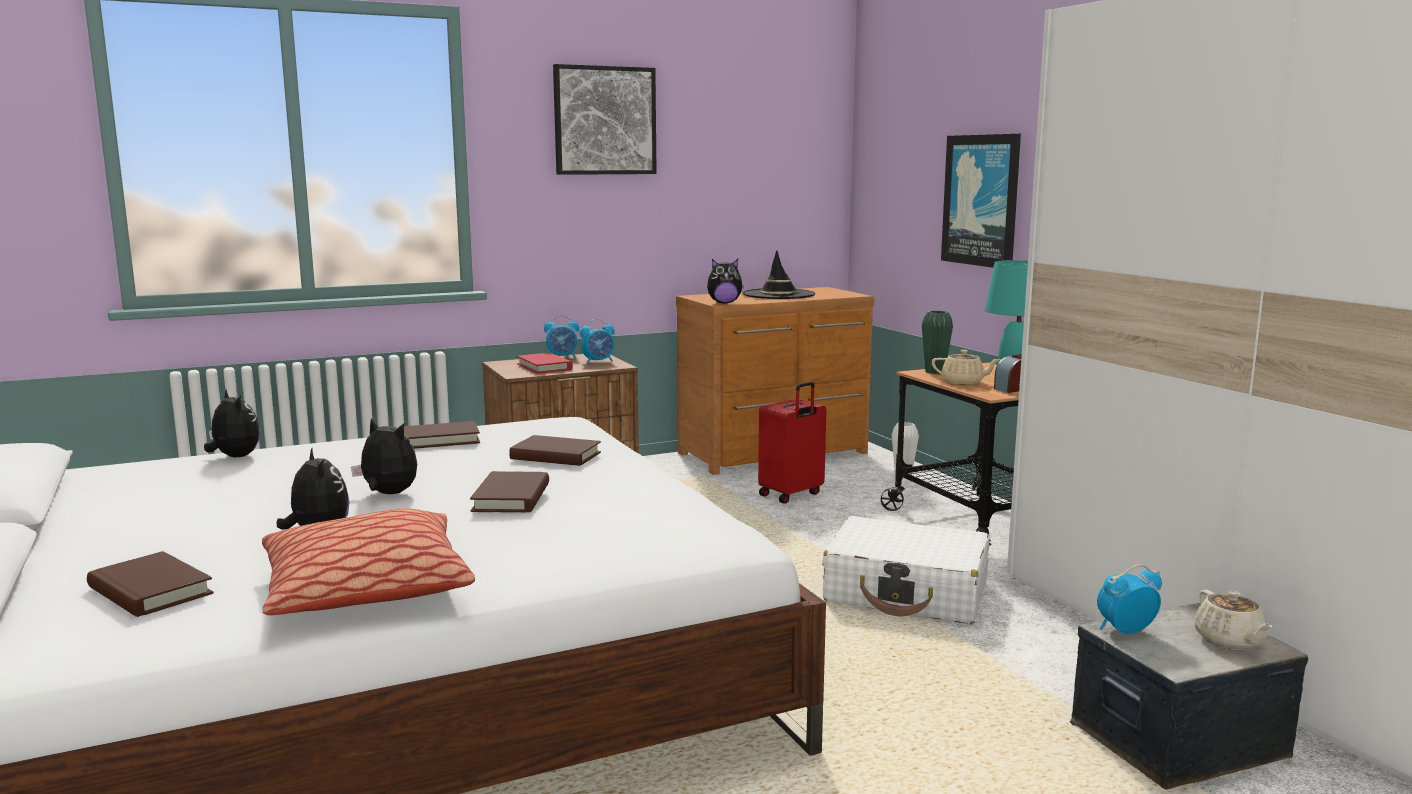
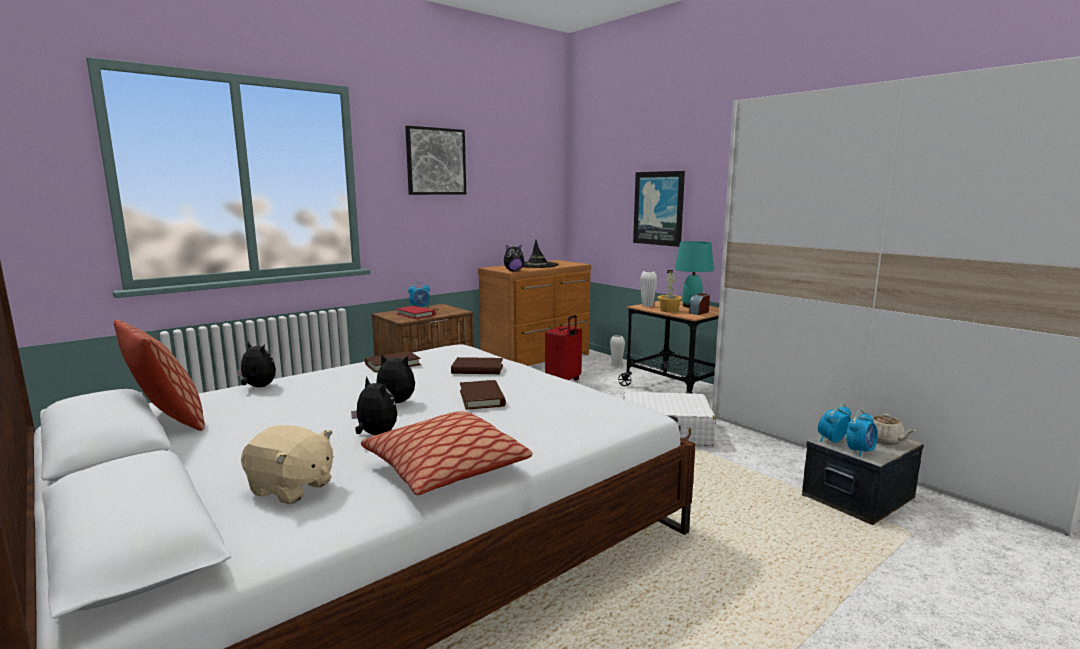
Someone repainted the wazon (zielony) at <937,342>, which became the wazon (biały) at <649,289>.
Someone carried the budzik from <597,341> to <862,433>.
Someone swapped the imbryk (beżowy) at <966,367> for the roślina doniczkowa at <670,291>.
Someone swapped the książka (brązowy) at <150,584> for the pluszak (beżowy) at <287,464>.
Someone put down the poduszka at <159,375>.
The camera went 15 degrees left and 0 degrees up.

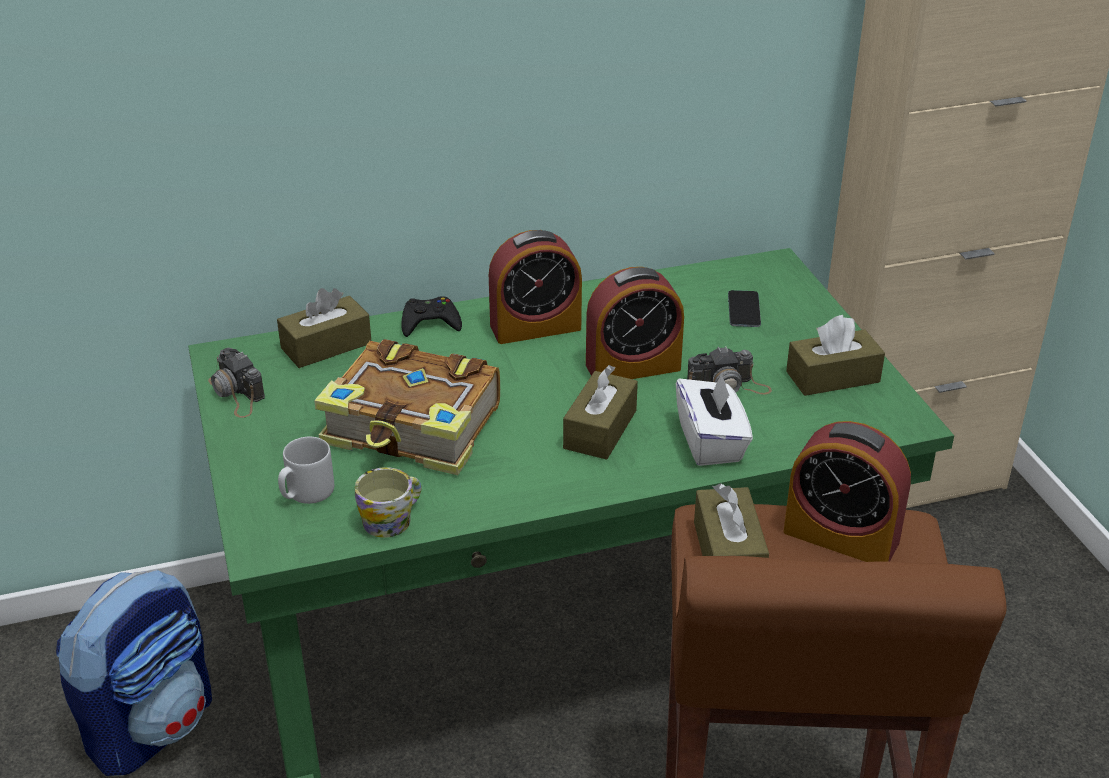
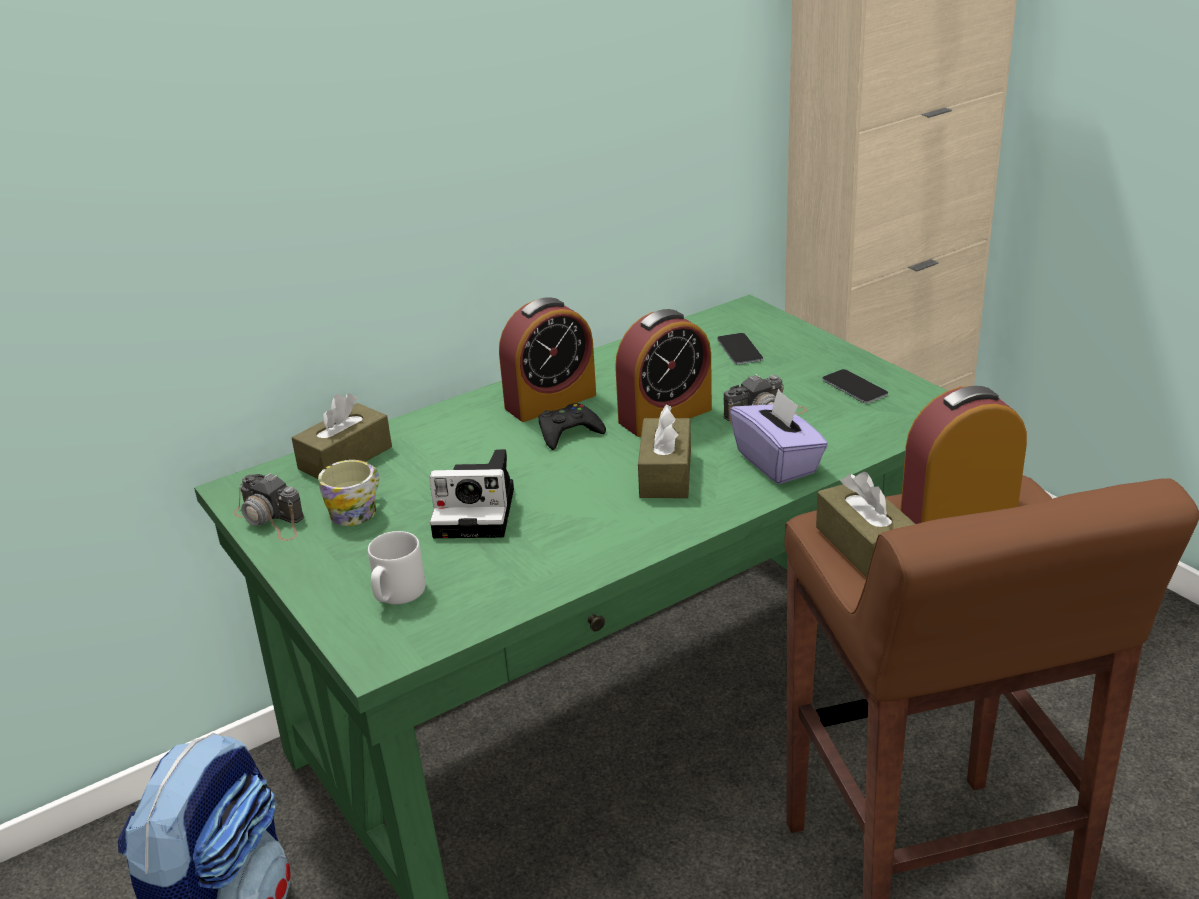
Someone carried the pad do gier (czarny) from <431,316> to <572,426>.
Someone swapped the pudełko chusteczek (brązowy) at <835,355> for the telefon at <855,386>.
Someone swapped the książka at <407,407> for the aparat fotograficzny at <471,493>.
Someone repainted the pudełko chusteczek (biały) at <714,419>, which became the pudełko chusteczek (fioletowy) at <779,436>.
Someone rotated the budzik at <847,491> by 150 degrees clockwise.
Someone carried the kubek from <388,502> to <348,493>.
The camera went 15 degrees left and 5 degrees down.

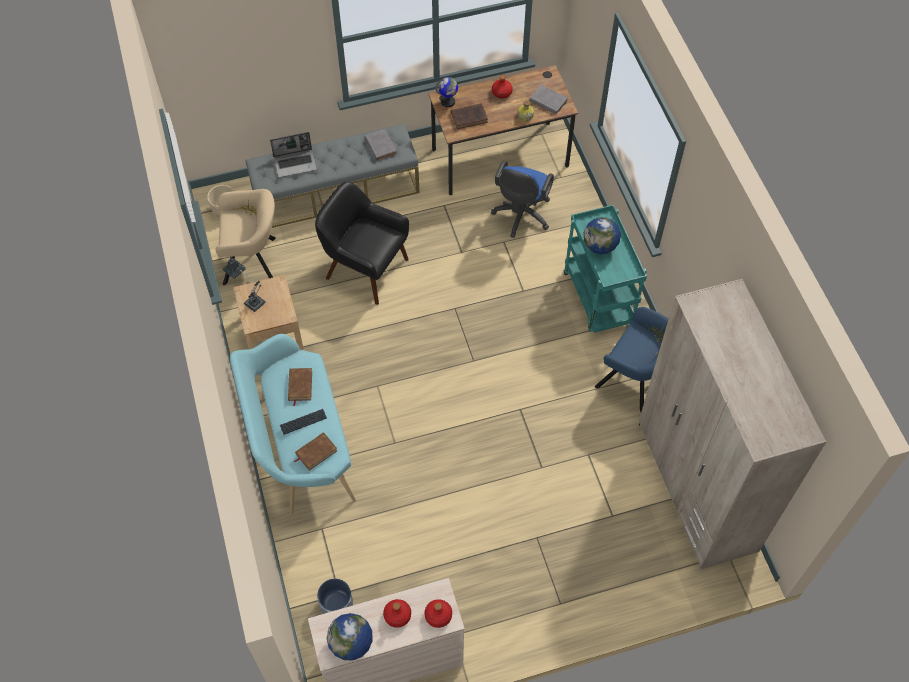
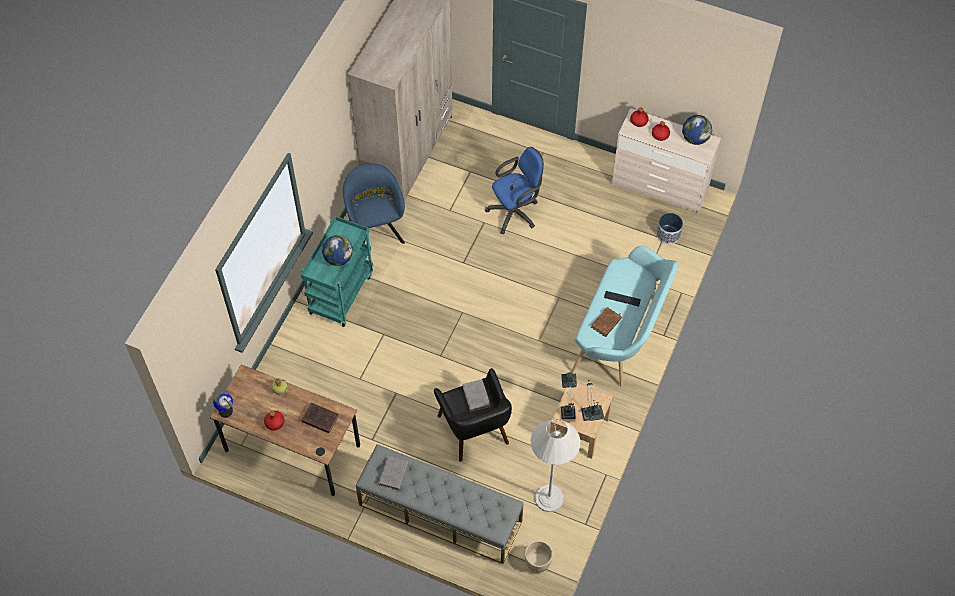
Someone carried the globus from <446,92> to <223,404>.
Someone carried the książka (szary) from <548,99> to <476,395>.
Someone took away the laptop at <293,155>.
Someone carried the krzesło biurowe (niebieski) from <522,199> to <514,190>.
Someone swapped the fotel (beżowy) at <245,237> for the lampa stojąca (biały) at <555,465>.
Someone took away the książka (brązowy) at <315,451>.
Someone put down the lampa stołowa at <569,396>.
The camera went 140 degrees left and 0 degrees up.

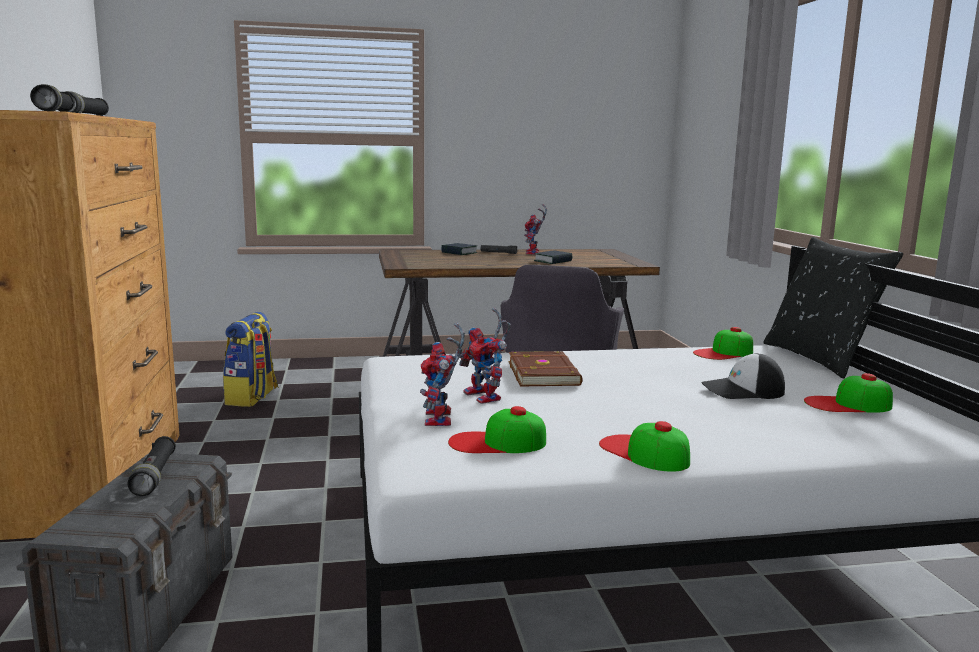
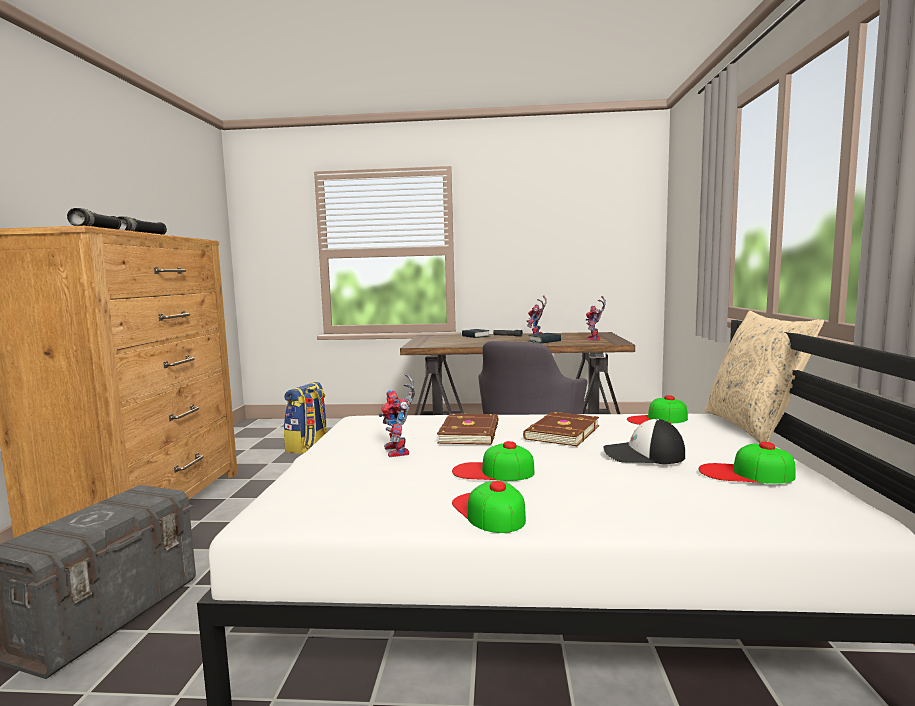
Someone repainted the poduszka (czarny) at <833,308>, which became the poduszka (beżowy) at <764,377>.
Someone carried the robot zabawkowy from <442,374> to <596,318>.
Someone carried the czapka z daszkiem from <497,429> to <493,461>.
Someone took away the latarka (czarny) at <152,466>.
Someone put down the książka (brązowy) at <561,429>.
The camera went 15 degrees right and 5 degrees down.

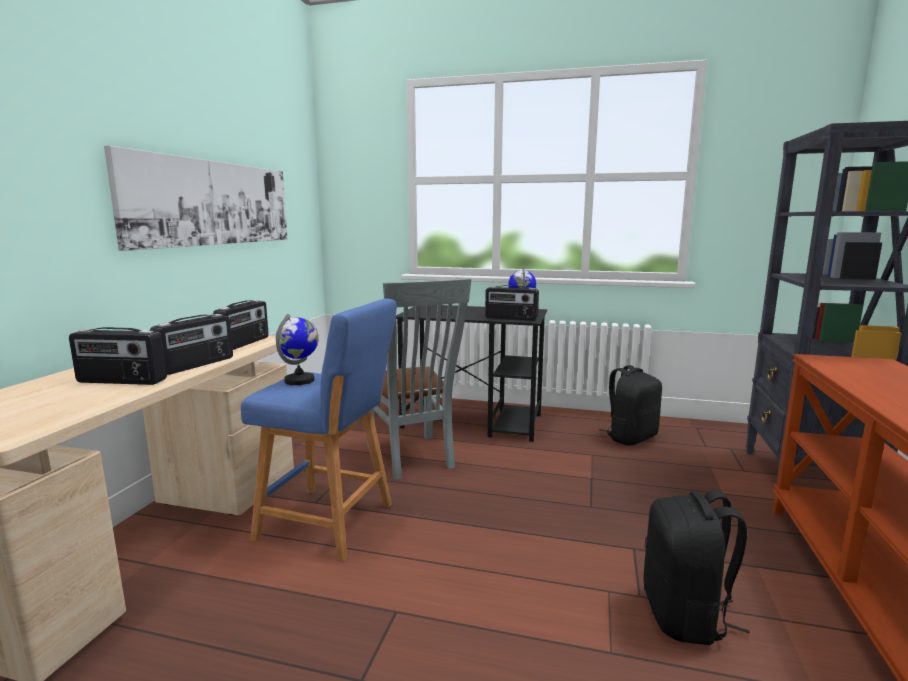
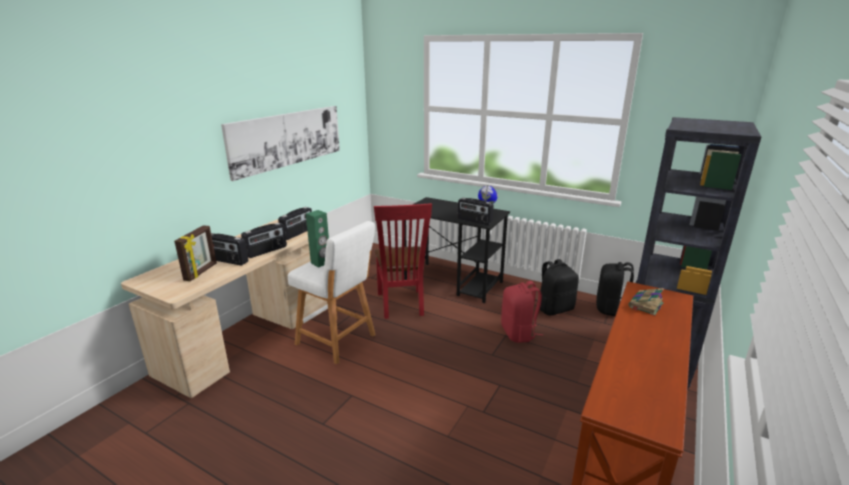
Someone repainted the krzesło (szary) at <419,379>, which became the krzesło (czerwony) at <403,261>.
Someone repainted the stołek (niebieski) at <319,430>, which became the stołek (biały) at <332,292>.
Someone swapped the globus at <297,349> for the głośnik (zielony) at <317,238>.
Someone carried the plecak (czarny) from <696,567> to <615,289>.
Someone put down the ramka na zdjęcie at <195,253>.
Someone put down the plecak (czerwony) at <522,312>.
Someone put down the książka at <646,301>.
The camera went 15 degrees right and 10 degrees up.

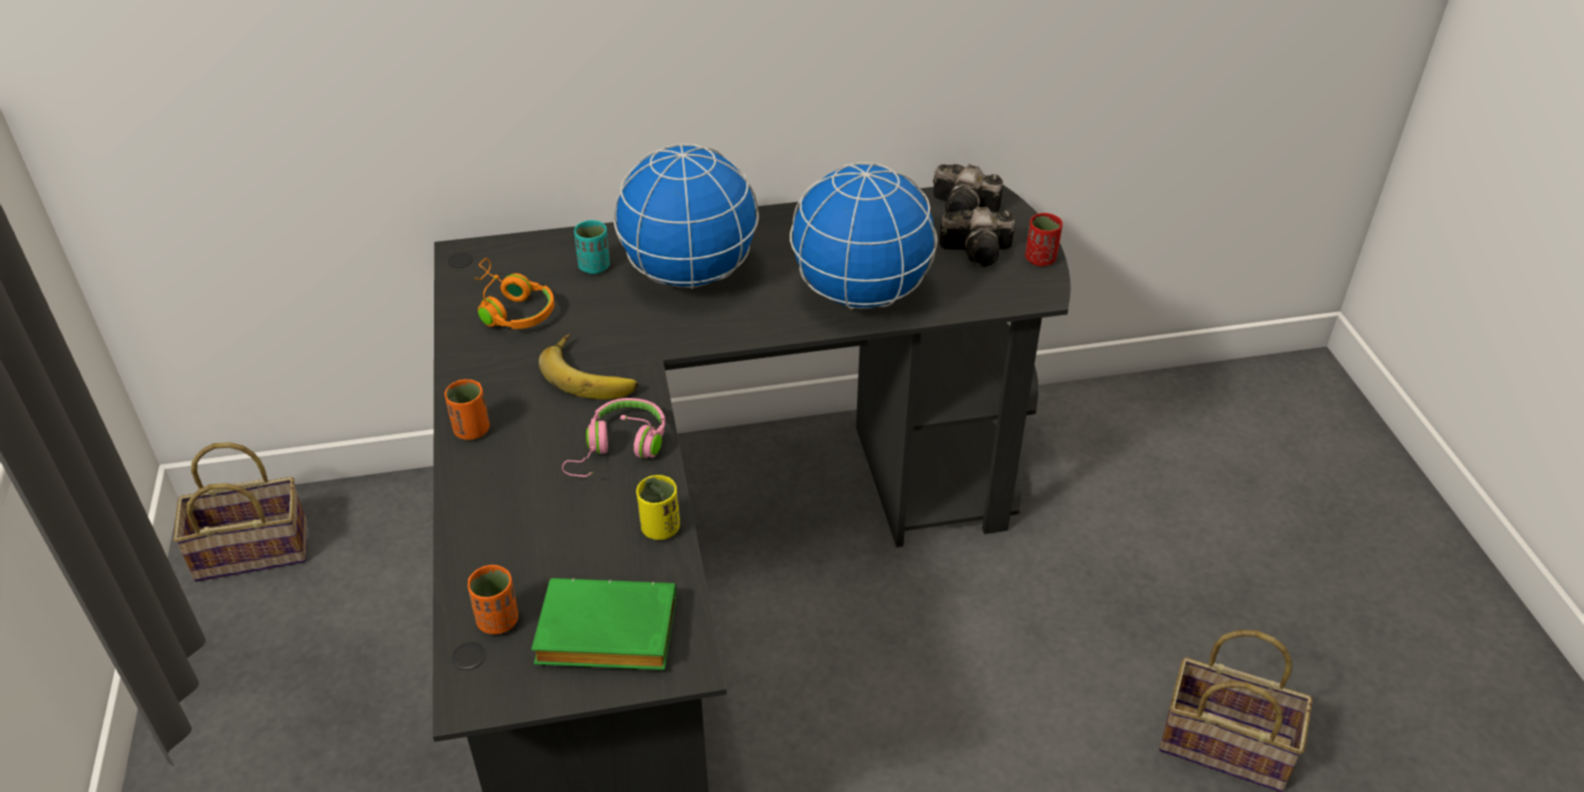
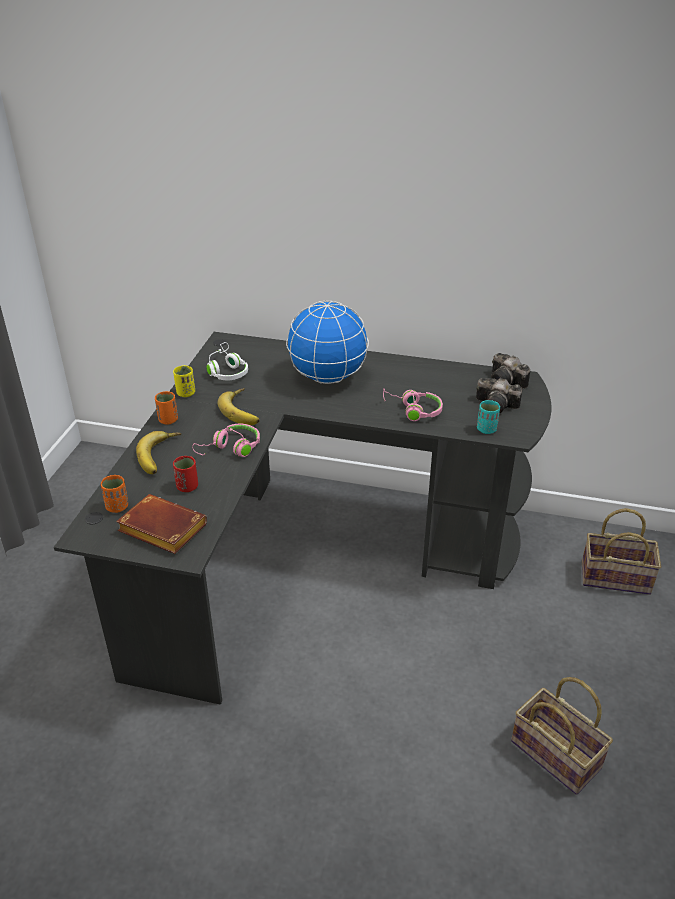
Someone swapped the globus at <864,235> for the słuchawki (różowy) at <413,404>.
Someone carried the filiżanka (czerwony) from <1044,239> to <185,474>.
Someone carried the filiżanka (turkusowy) from <592,247> to <488,417>.
Someone repainted the słuchawki (pomarańczowy) at <515,293>, which became the słuchawki (biały) at <227,361>.
Someone carried the koszyk from <240,512> to <621,551>.
Someone carried the filiżanka (żółty) from <658,507> to <184,381>.
Someone repainted the książka (zielony) at <603,624>, which became the książka (brązowy) at <161,524>.
Someone put down the banan at <158,452>.
The camera went 25 degrees right and 5 degrees down.

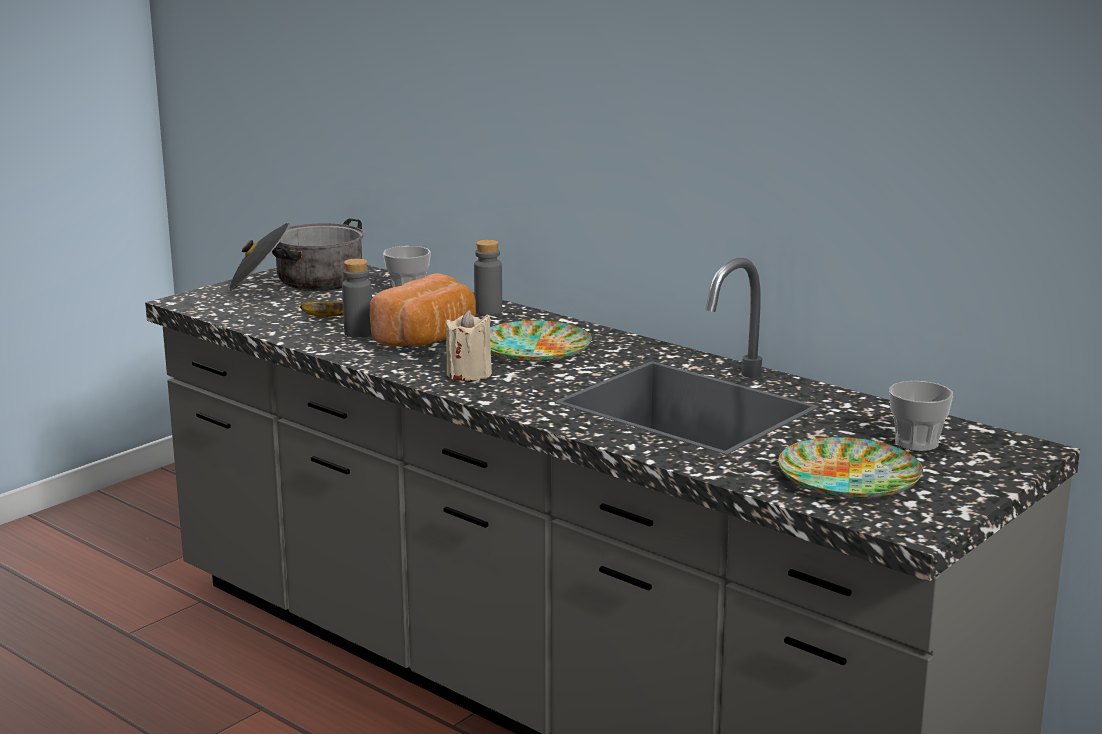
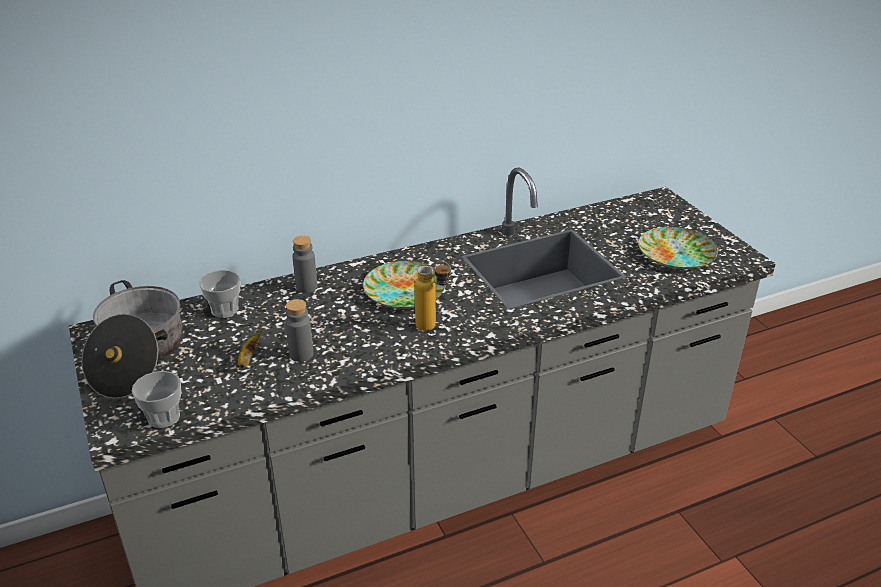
Someone took away the chleb at <423,309>.
Someone swapped the świeca (beżowy) at <469,345> for the butelka at <433,296>.
Someone carried the filiżanka from <921,416> to <156,399>.
The camera went 65 degrees left and 15 degrees up.

